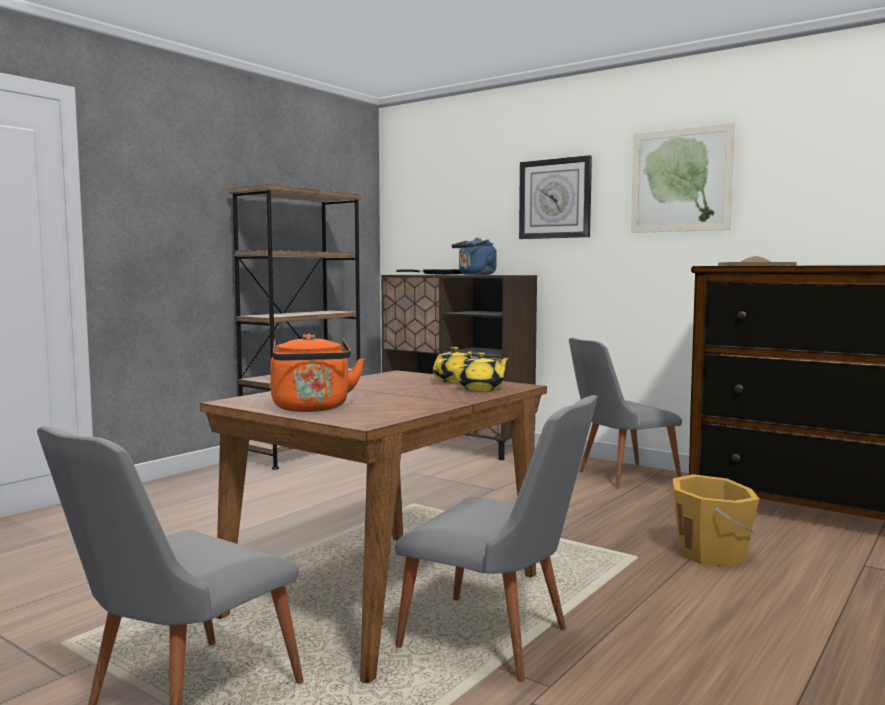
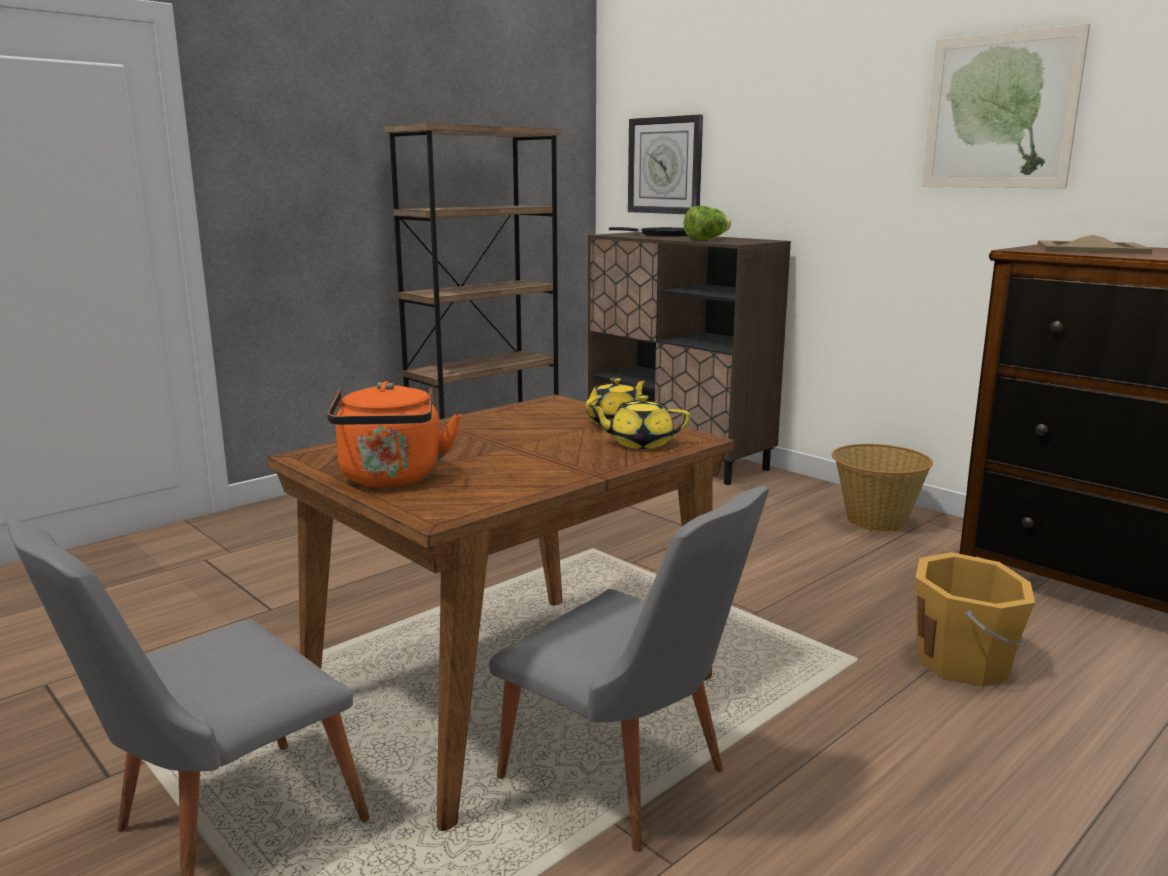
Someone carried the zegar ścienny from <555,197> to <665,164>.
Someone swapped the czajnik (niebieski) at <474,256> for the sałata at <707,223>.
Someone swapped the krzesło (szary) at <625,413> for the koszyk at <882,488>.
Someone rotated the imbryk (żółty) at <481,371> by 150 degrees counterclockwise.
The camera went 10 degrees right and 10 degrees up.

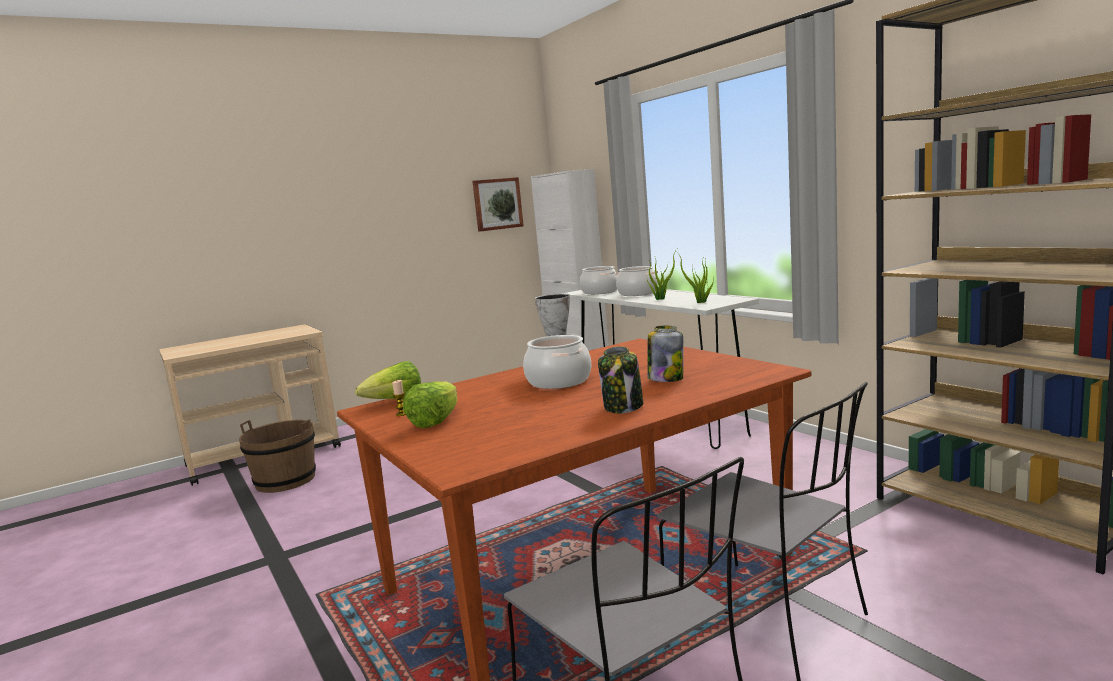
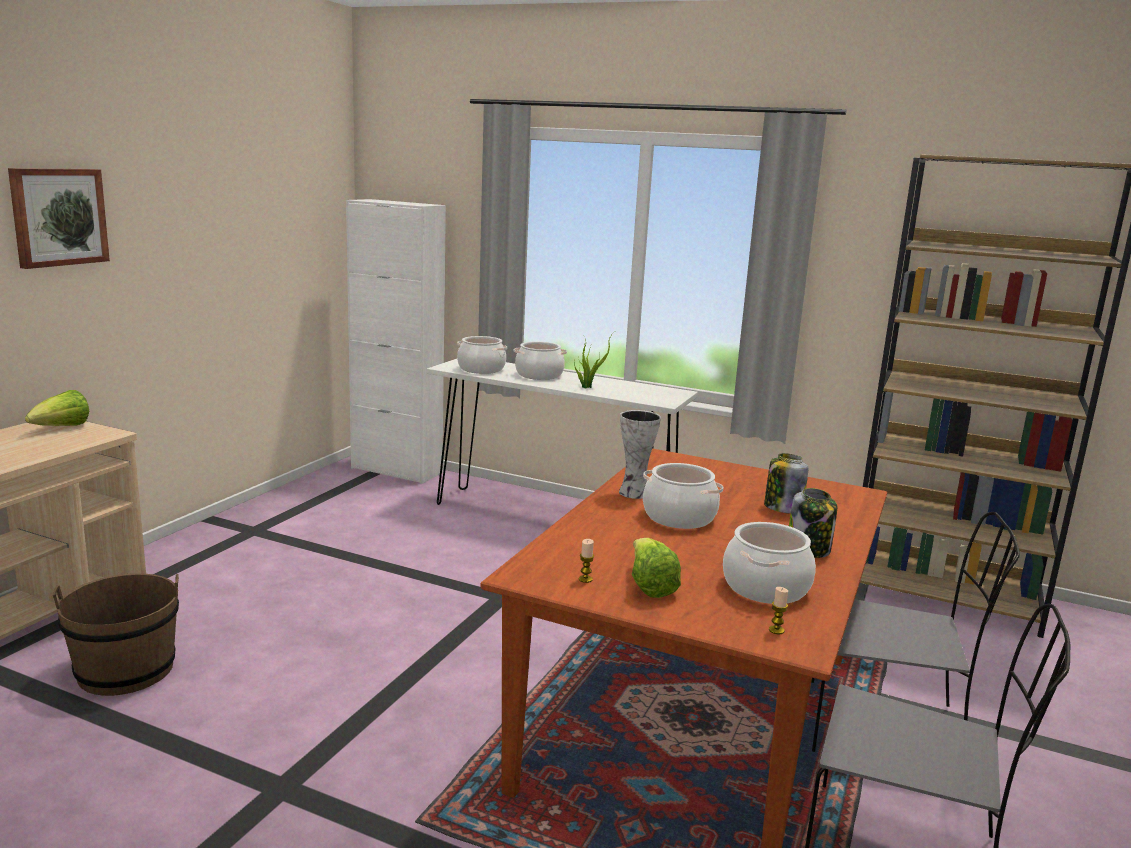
Someone carried the obraz from <498,204> to <59,218>.
Someone took away the roślina doniczkowa at <694,276>.
Someone carried the sałata from <388,380> to <57,408>.
Someone put down the garnek at <769,563>.
Someone put down the świeca at <778,610>.
The camera went 35 degrees left and 5 degrees up.

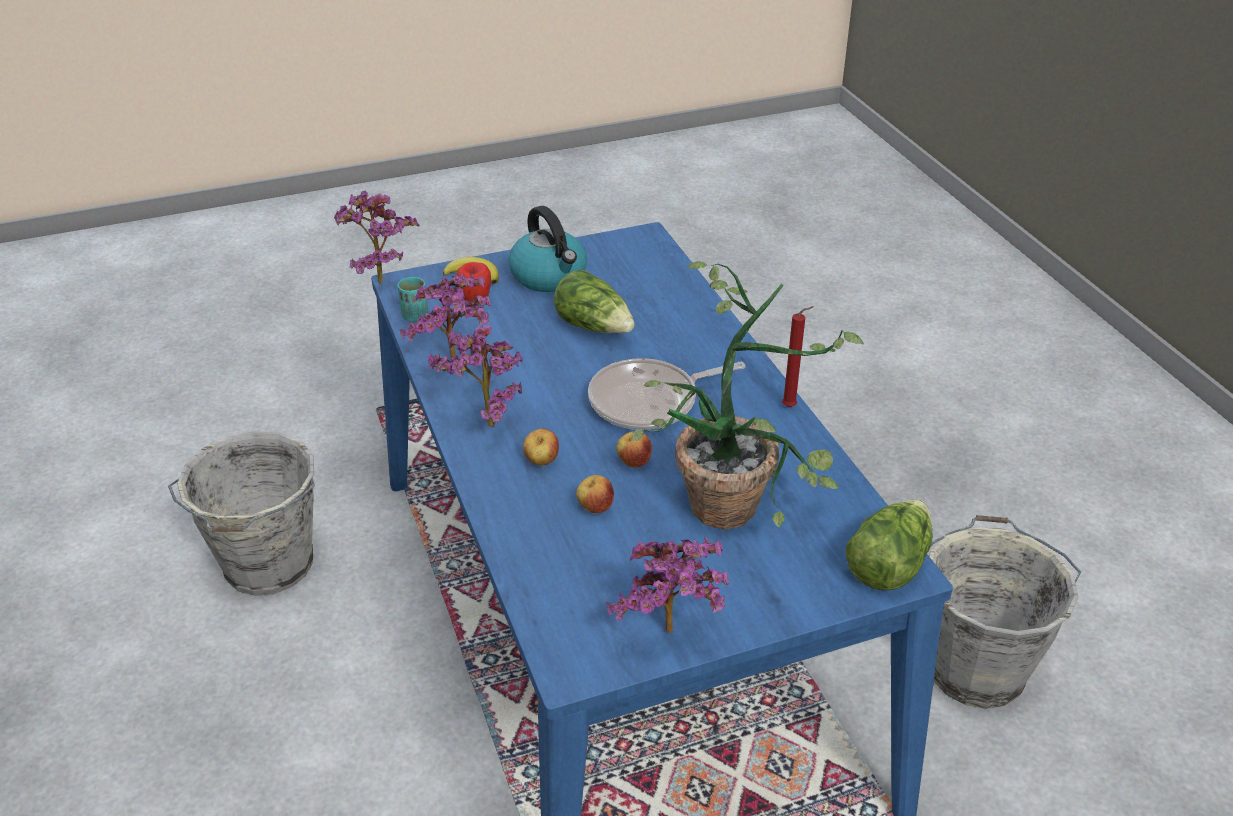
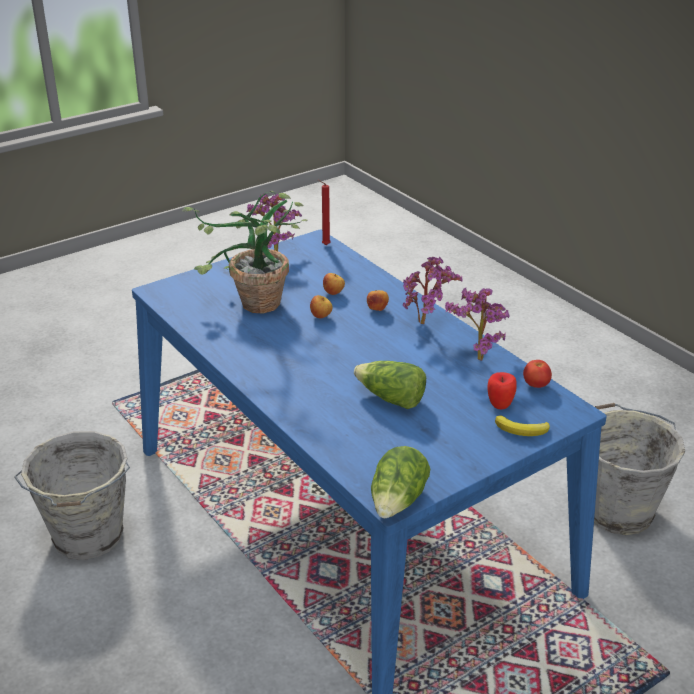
Someone took away the roślina doniczkowa at <376,237>.
Someone took away the czajnik at <548,249>.
Someone swapped the filiżanka (turkusowy) at <413,299> for the pomidor at <537,374>.
Someone carried the świeca (czerwony) from <798,356> to <324,212>.
Someone took away the patelnia at <667,394>.
Someone carried the sałata from <889,545> to <400,482>.
The camera went 165 degrees right and 5 degrees down.

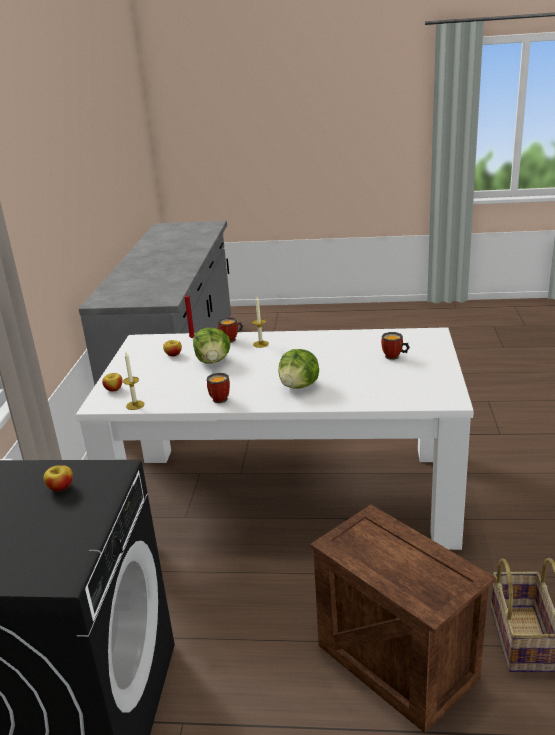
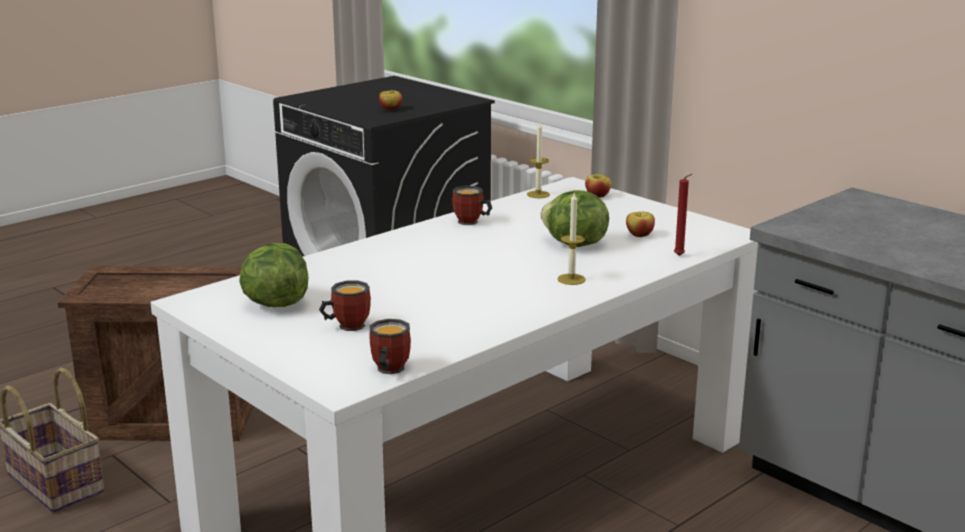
Someone carried the kubek from <230,330> to <390,346>.
Someone carried the sałata from <298,369> to <273,275>.
The camera went 130 degrees right and 5 degrees down.

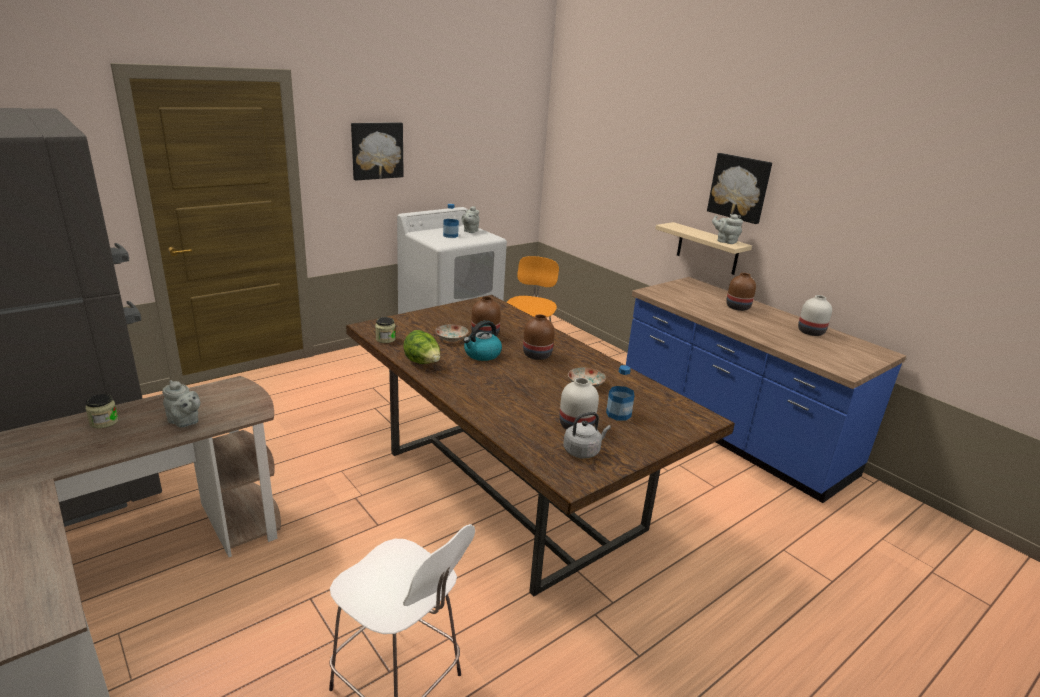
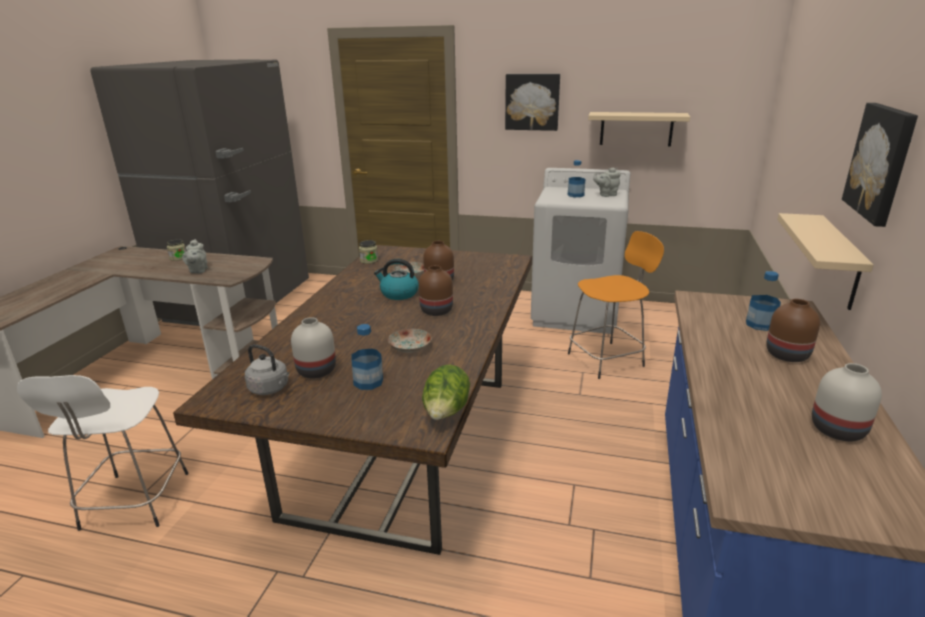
Someone took away the imbryk (szary) at <727,229>.
Someone carried the sałata from <421,347> to <446,392>.
Someone put up the półka (beżowy) at <639,129>.
Someone put down the butelka at <763,301>.
The camera went 55 degrees right and 0 degrees up.

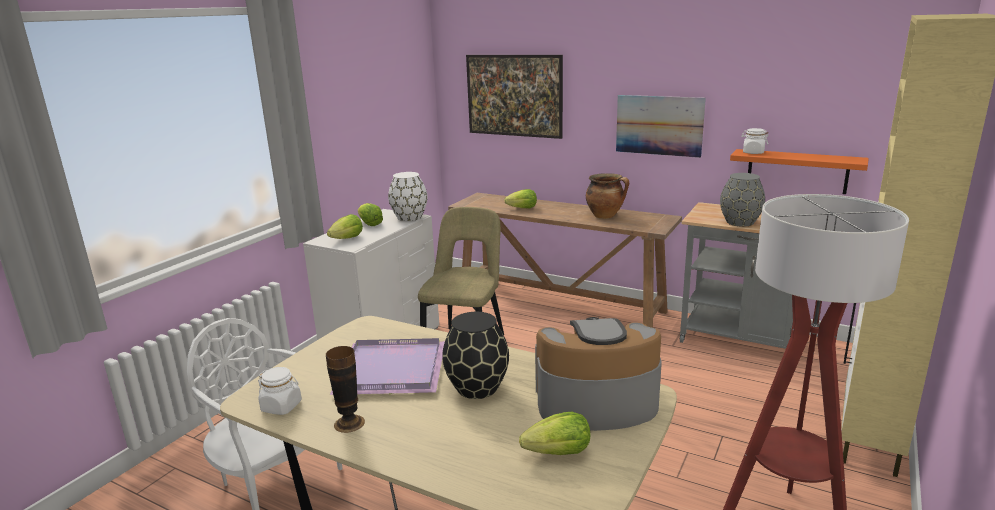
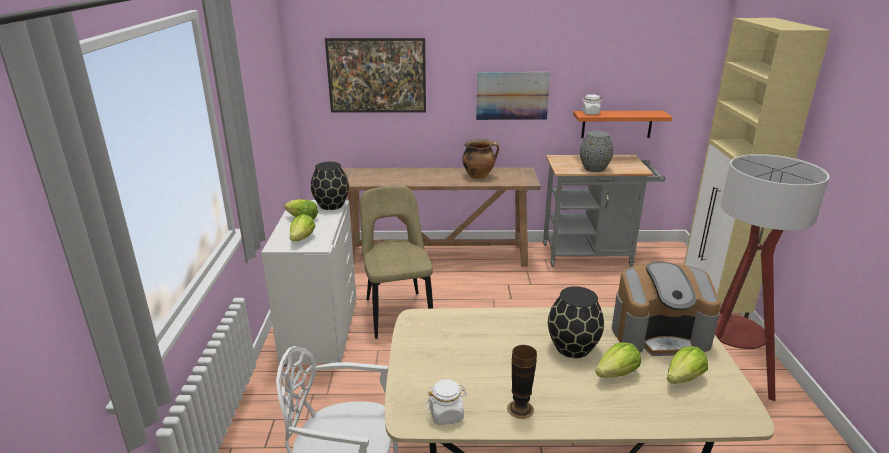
Someone repainted the wazon (biały) at <407,196>, which became the wazon (czarny) at <330,186>.
Someone carried the sałata from <520,198> to <618,360>.
Someone rotated the ekspres do kawy at <598,374> by 150 degrees counterclockwise.
Someone took away the taca (fioletowy) at <387,366>.
The camera went 30 degrees left and 5 degrees up.

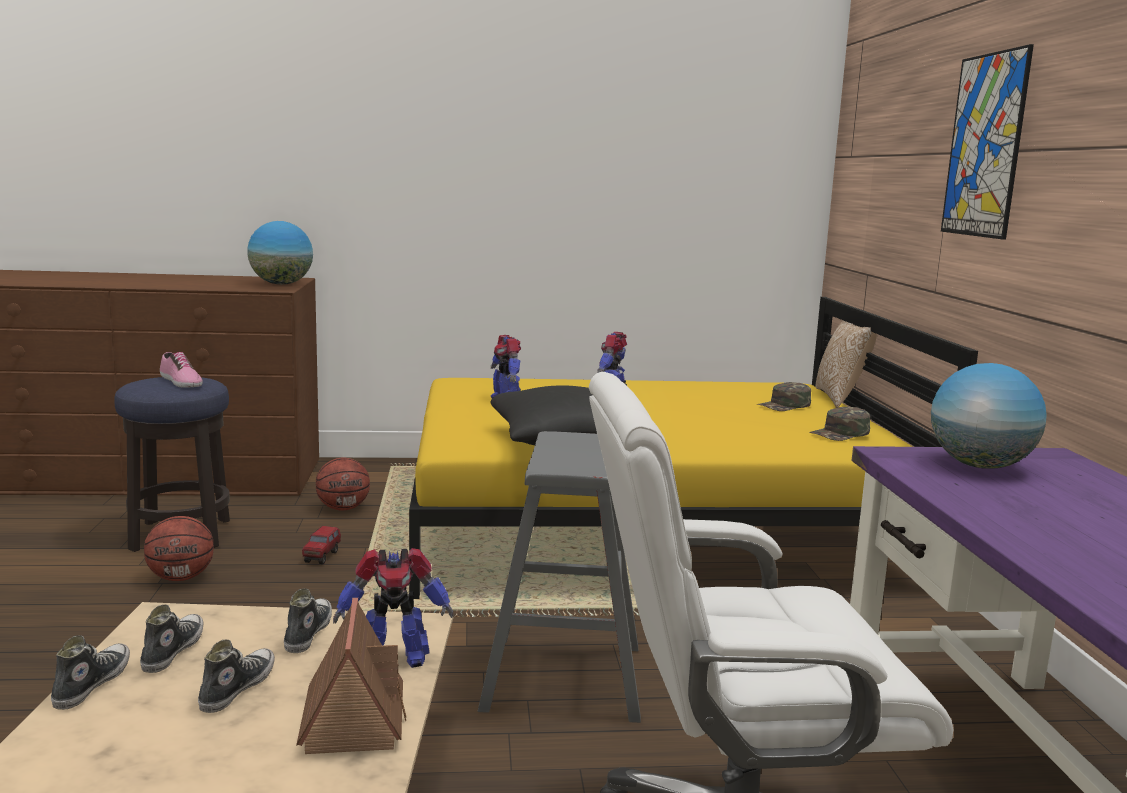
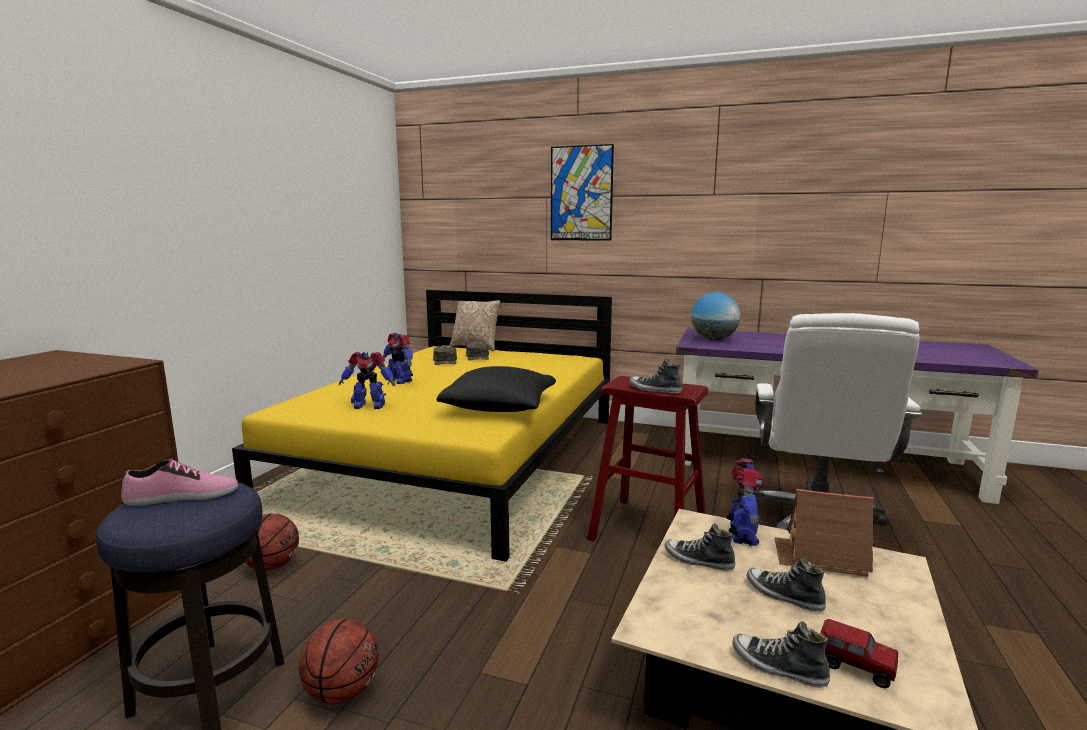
Someone took away the globus at <280,253>.
Someone carried the czapka z daszkiem (zielony) from <839,424> to <445,355>.
Someone repainted the stołek (szary) at <559,577>, which became the stołek (czerwony) at <648,458>.
Someone carried the ciężarówka zabawkowa from <321,545> to <859,653>.
Someone carried the but from <171,639> to <655,376>.
The camera went 65 degrees left and 0 degrees up.

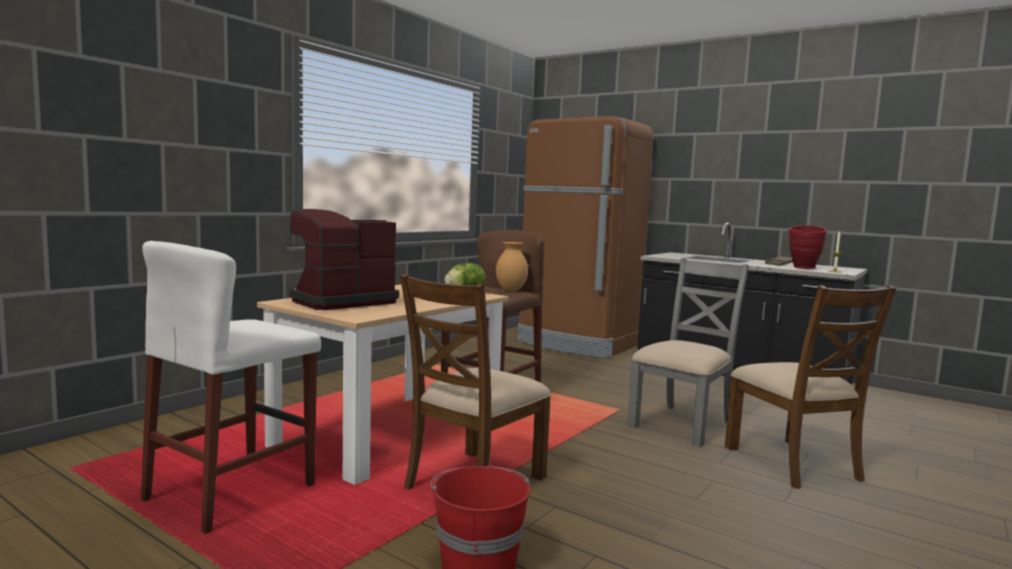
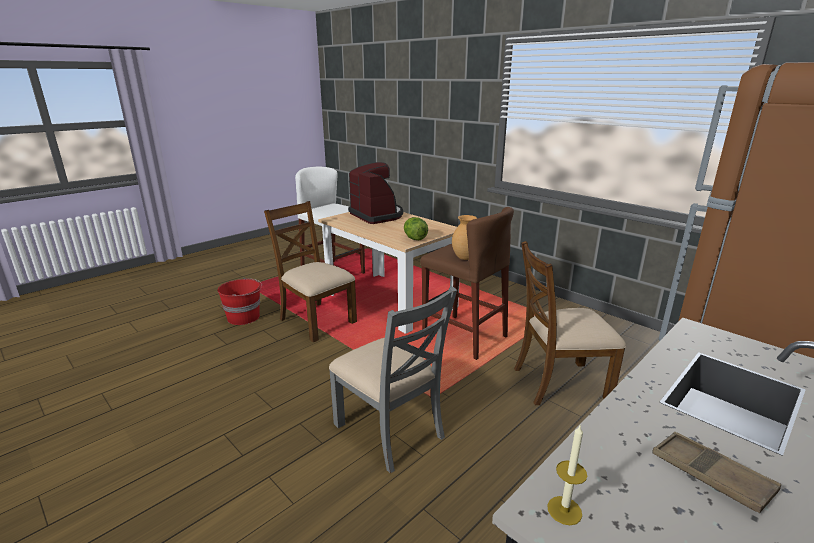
Someone took away the wazon (czerwony) at <808,247>.
Someone carried the krzesło (brązowy) from <810,387> to <570,323>.
The camera went 100 degrees right and 15 degrees up.

